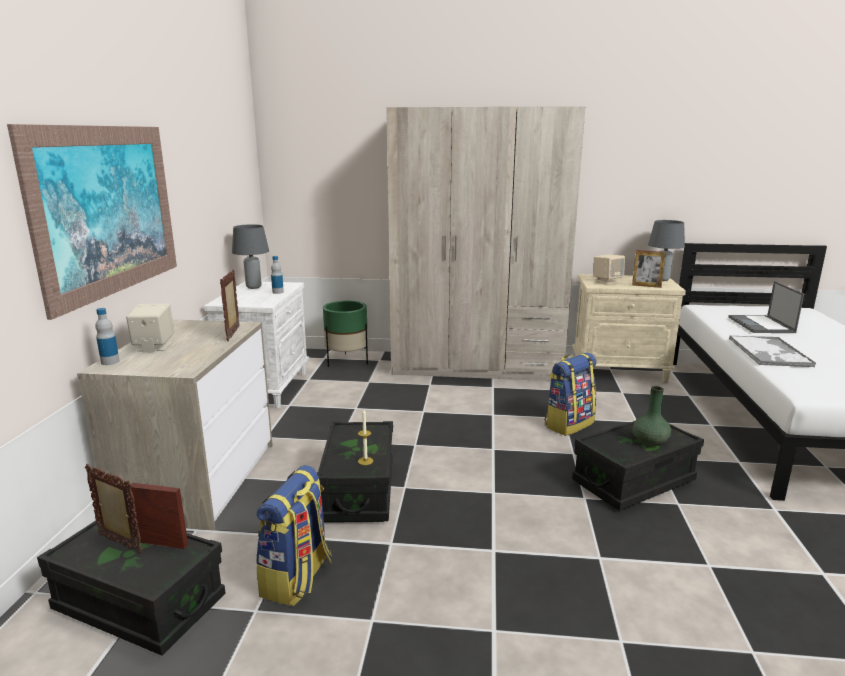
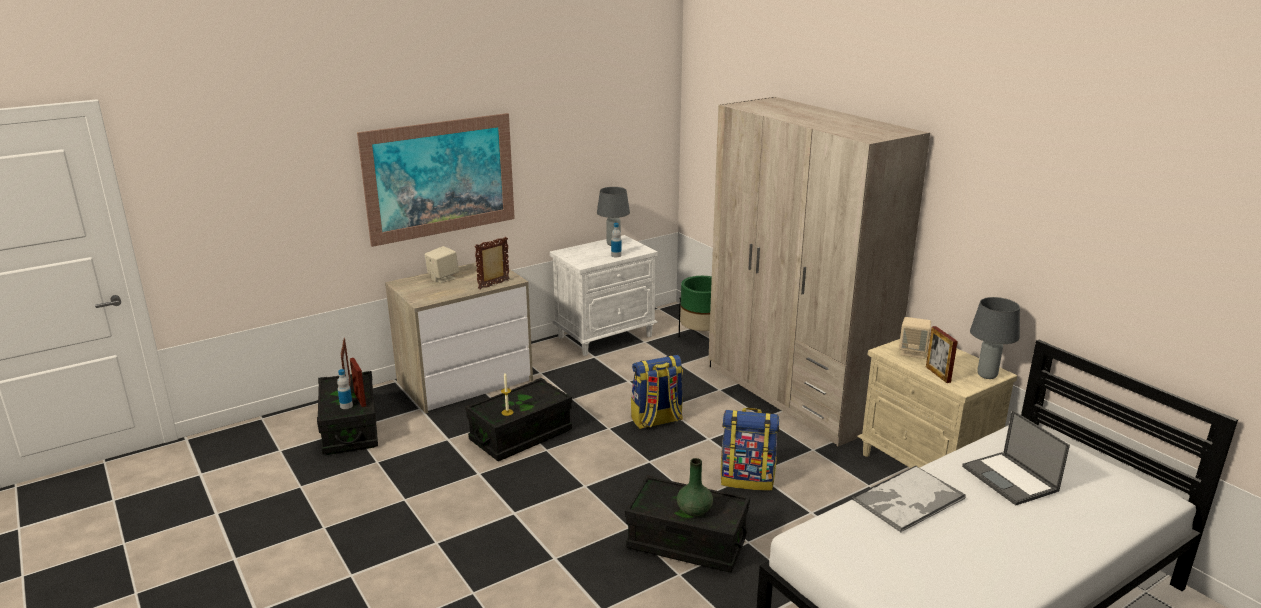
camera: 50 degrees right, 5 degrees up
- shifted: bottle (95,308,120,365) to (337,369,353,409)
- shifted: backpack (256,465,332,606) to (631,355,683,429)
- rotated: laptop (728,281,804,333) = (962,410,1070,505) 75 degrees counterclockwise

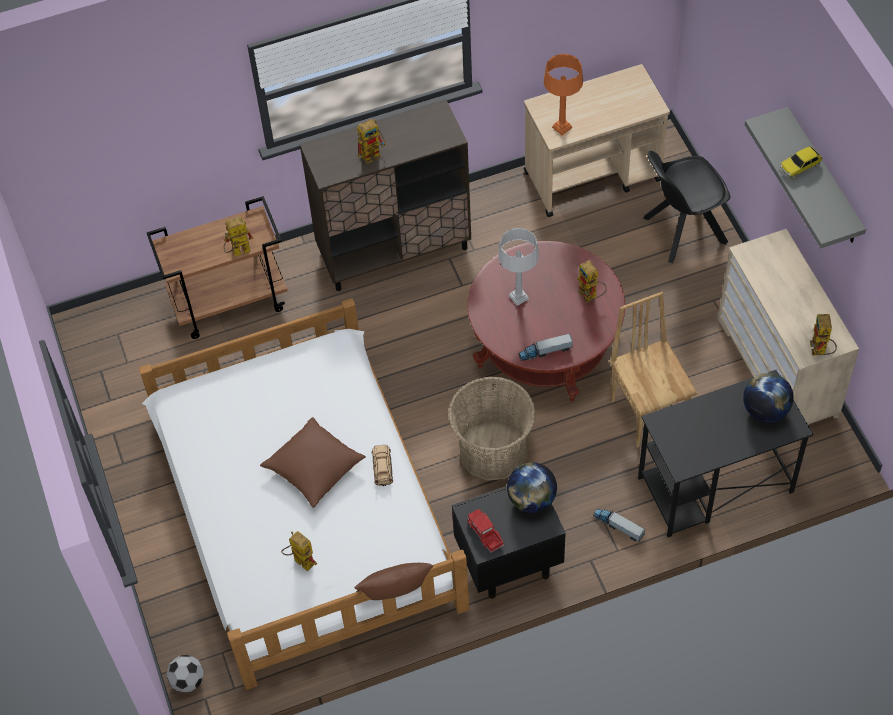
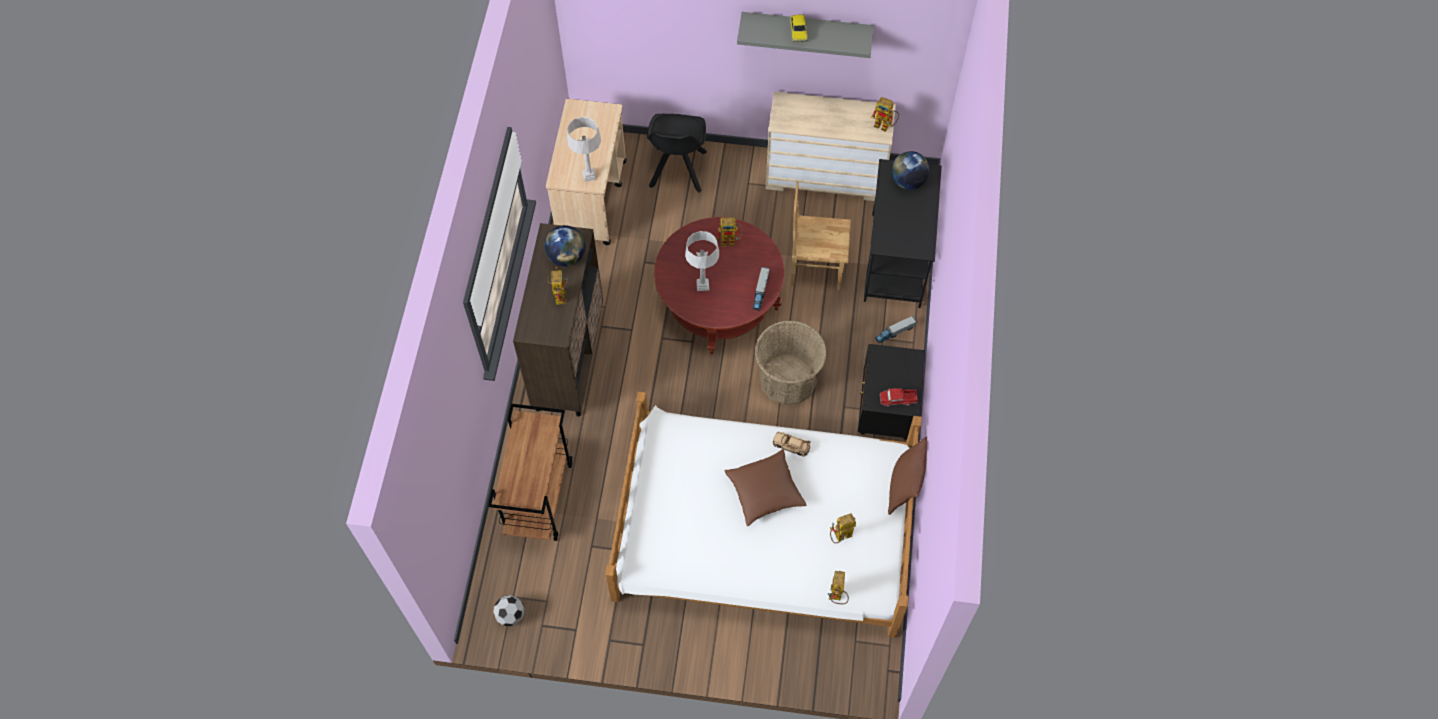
camera: 65 degrees left, 5 degrees up
- shifted: football (166,655,204,692) to (493,595,524,627)
- shifted: globe (507,462,557,513) to (544,225,585,267)
- repainted: orange table lamp (544,54,583,135) to grey table lamp (567,117,601,182)
- shifted: toy robot (224,216,253,256) to (828,571,849,604)

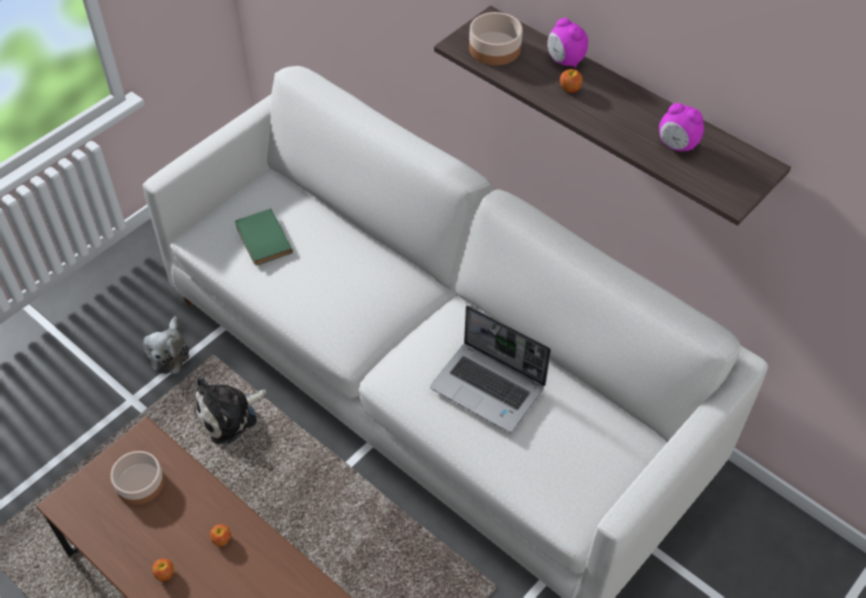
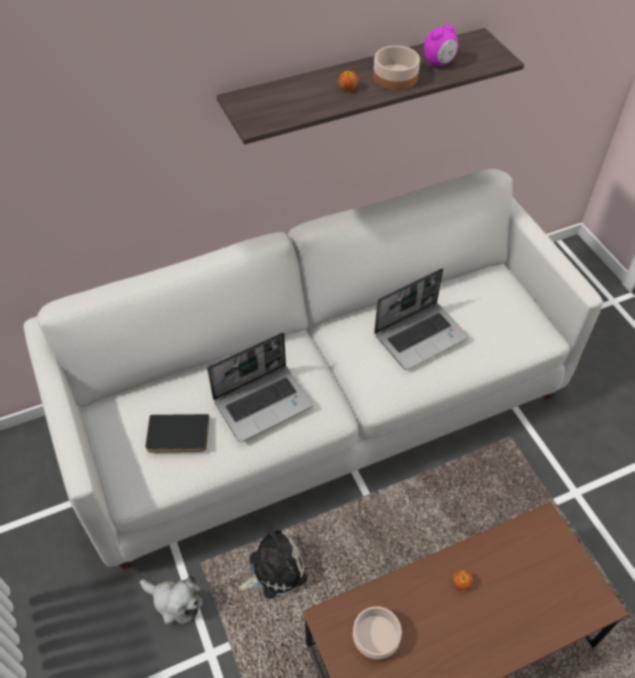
camera: 65 degrees left, 0 degrees up
- repainted: green book (235,209,293,265) to black book (146,414,209,452)
- new: laptop (207,332,313,442)
- rotated: plush toy (194,377,266,444) = (238,527,307,599) 105 degrees counterclockwise
- shifted: bowl (469,12,523,65) to (373,46,420,90)
- gone: apple (152,558,174,581)
- gone: alarm clock (547,18,588,68)

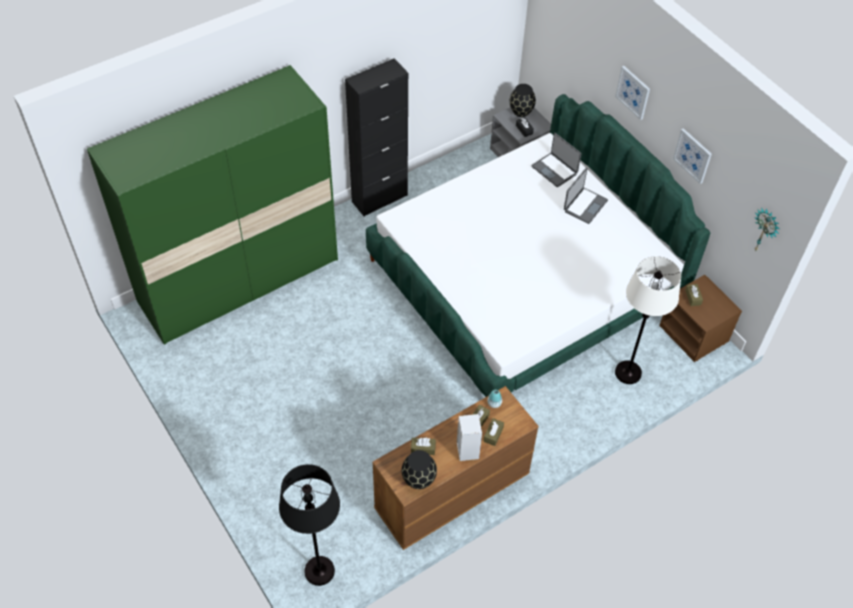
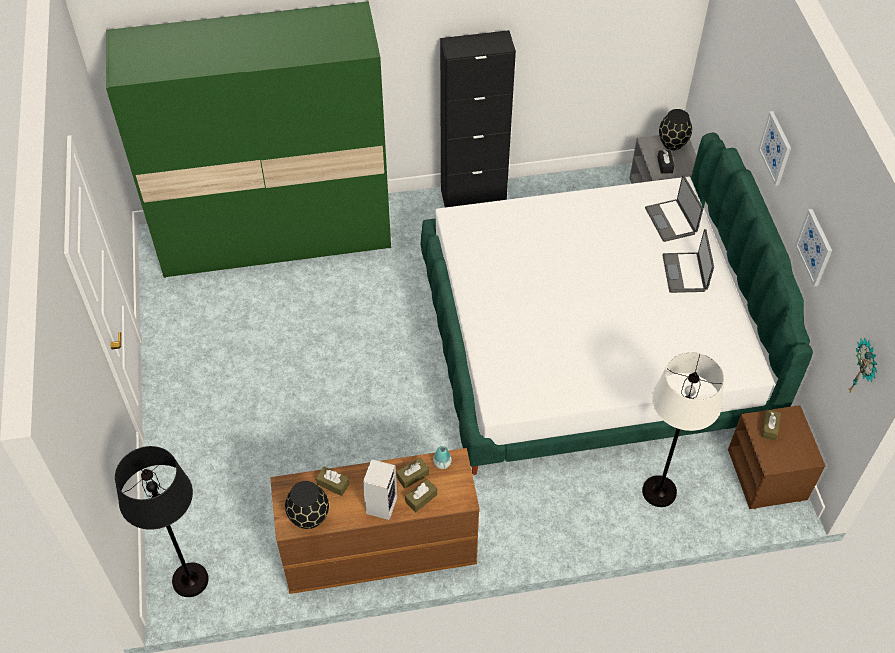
camera: 25 degrees right, 0 degrees up
- rotated: laptop (564,168,608,224) = (662,229,714,293) 120 degrees clockwise

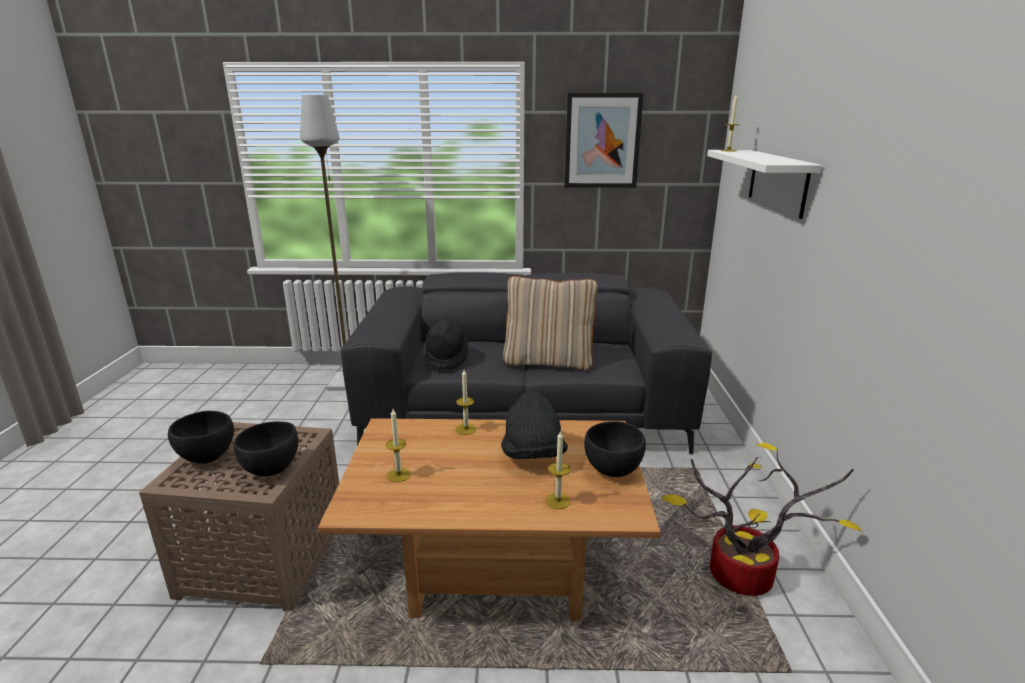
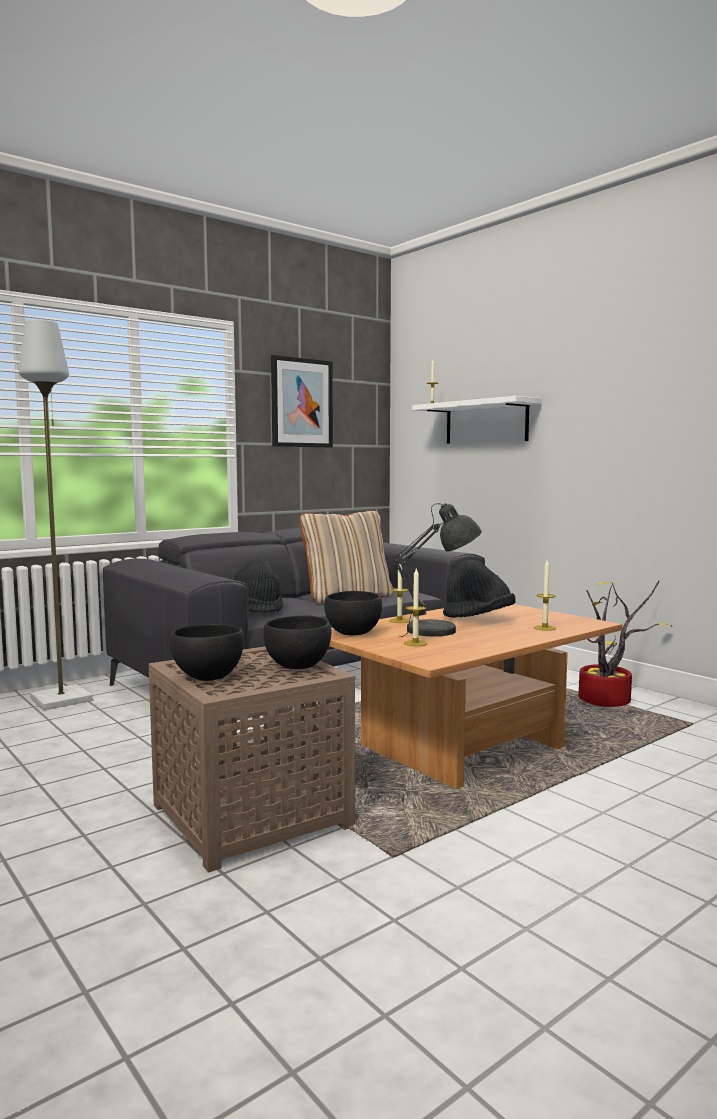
camera: 40 degrees left, 15 degrees down
- shifted: black bowl (584,421,646,477) to (324,591,382,635)
- new: grey table lamp (394,503,482,637)

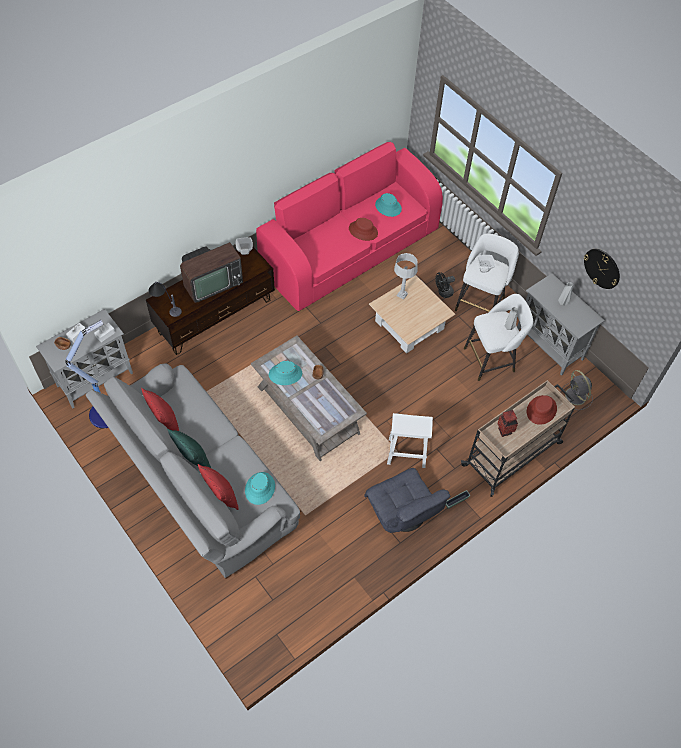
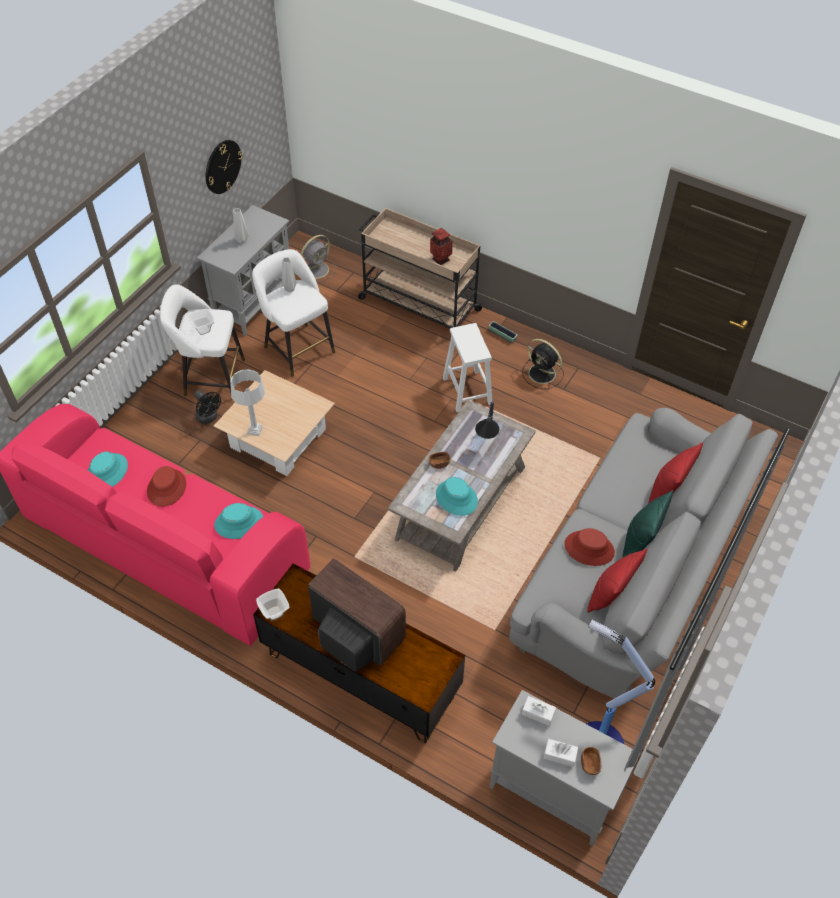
camera: 110 degrees left, 5 degrees down
- shifted: turquoise hat (245,472,275,505) to (214,503,263,539)
- shifted: table lamp (148,282,182,317) to (475,401,499,439)
- swapped: grey armchair (364,468,450,533) to black fan (522,339,564,389)
- shifted: red hat (527,395,557,425) to (564,528,615,566)

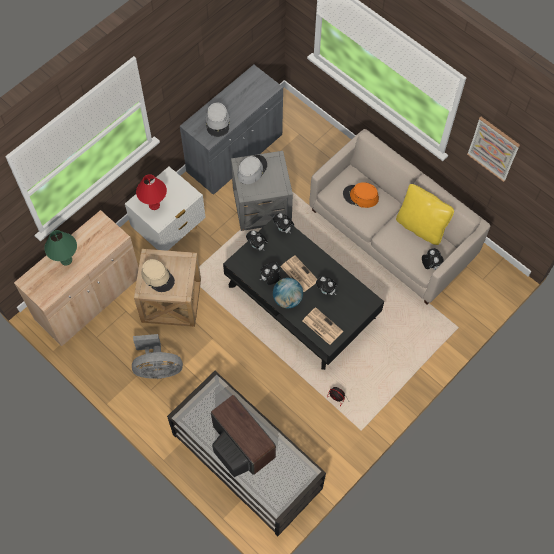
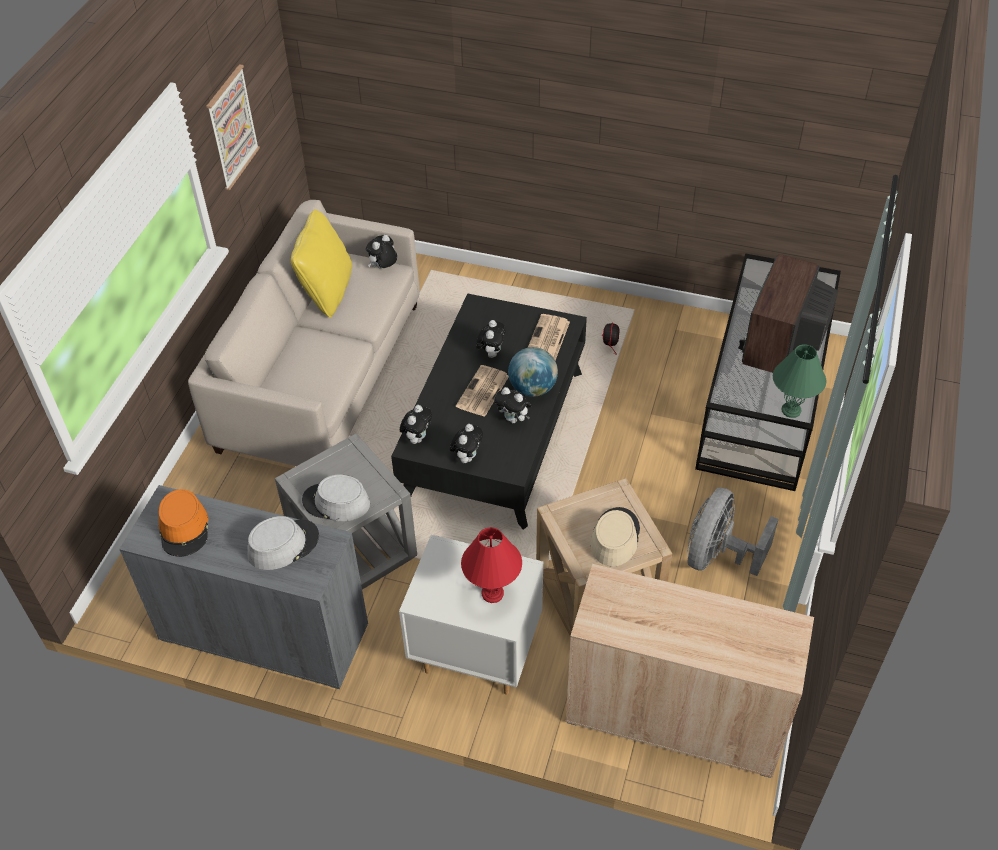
camera: 115 degrees left, 15 degrees down
- shifted: orange hat (343,182,379,208) to (158,489,209,557)
- rotated: grey fan (132,334,183,379) = (687,487,778,576) 120 degrees counterclockwise
- shifted: green table lamp (45,230,77,265) to (773,344,827,418)

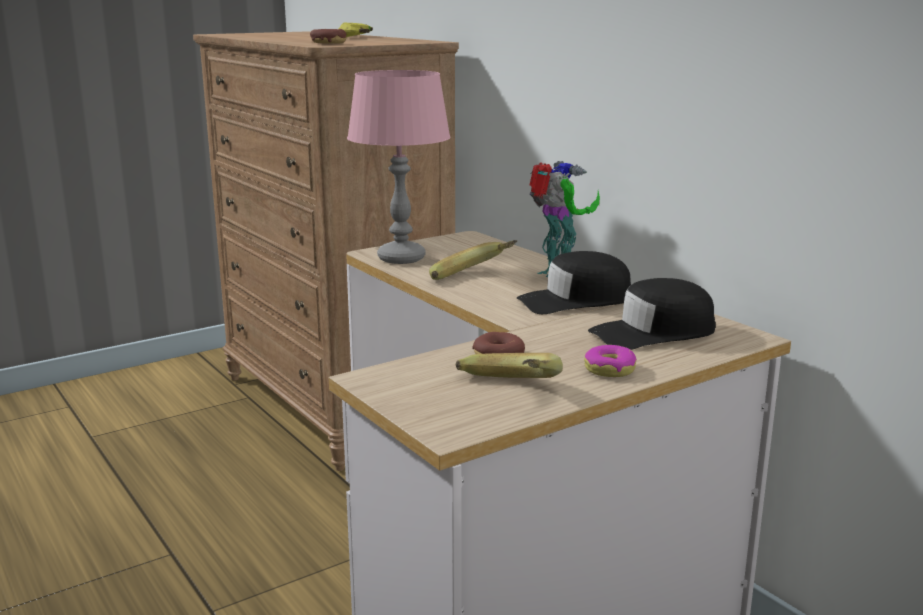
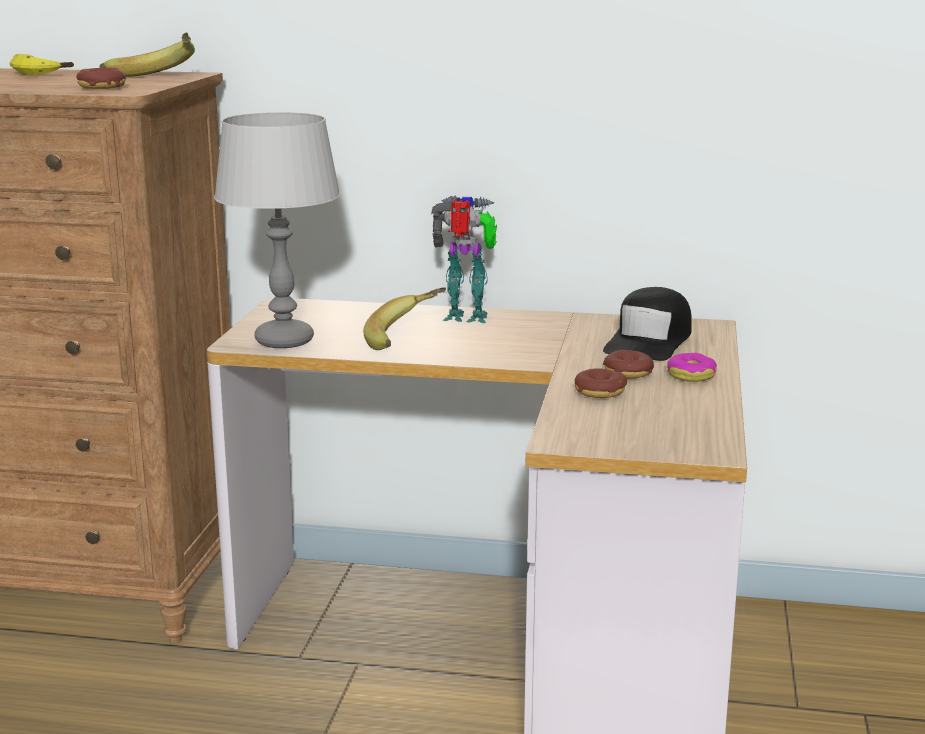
camera: 45 degrees left, 0 degrees up
- shifted: banana (456,353,563,378) to (99,33,195,77)
- repainted: pink table lamp (347,70,451,264) to grey table lamp (214,112,341,348)
- new: donut (603,350,654,379)
- gone: black cap (517,251,631,314)

